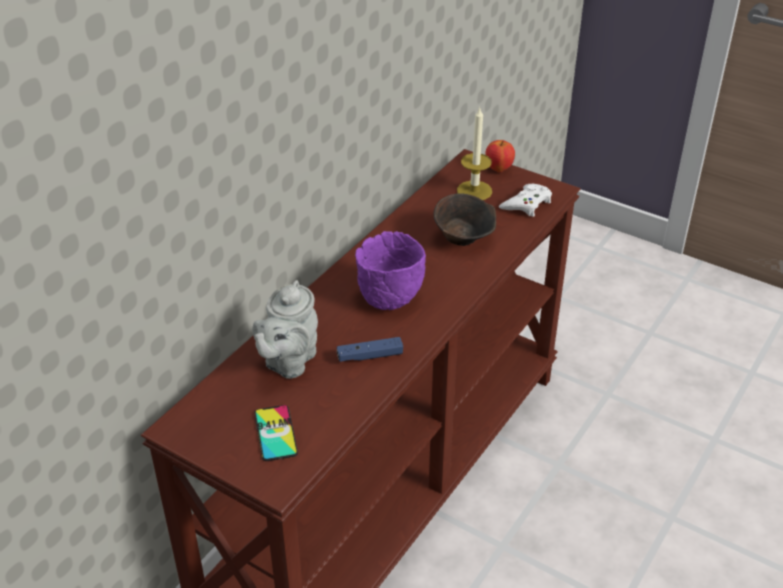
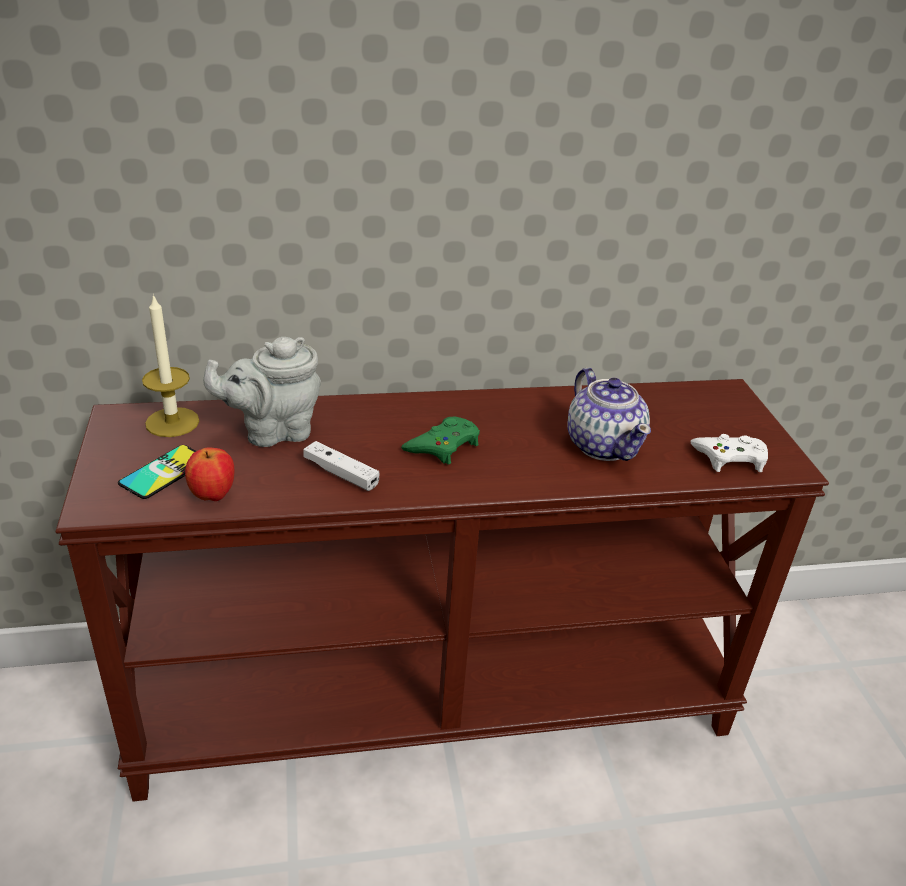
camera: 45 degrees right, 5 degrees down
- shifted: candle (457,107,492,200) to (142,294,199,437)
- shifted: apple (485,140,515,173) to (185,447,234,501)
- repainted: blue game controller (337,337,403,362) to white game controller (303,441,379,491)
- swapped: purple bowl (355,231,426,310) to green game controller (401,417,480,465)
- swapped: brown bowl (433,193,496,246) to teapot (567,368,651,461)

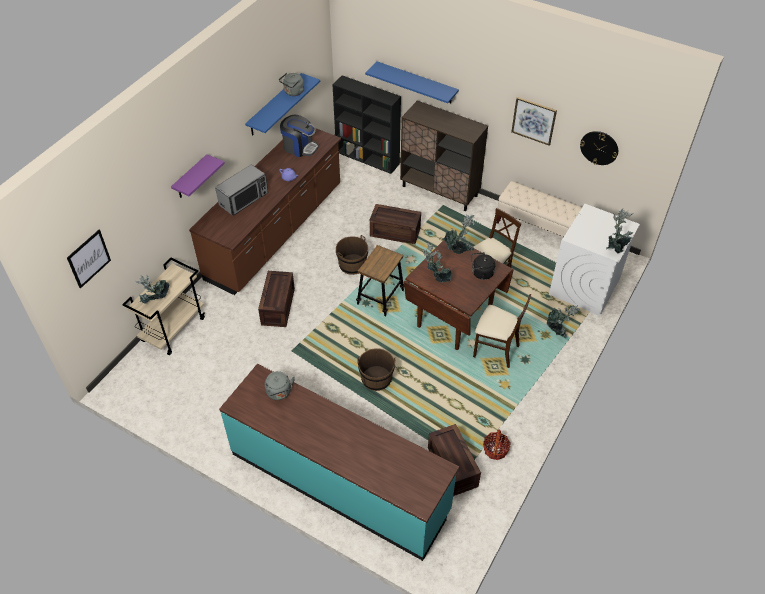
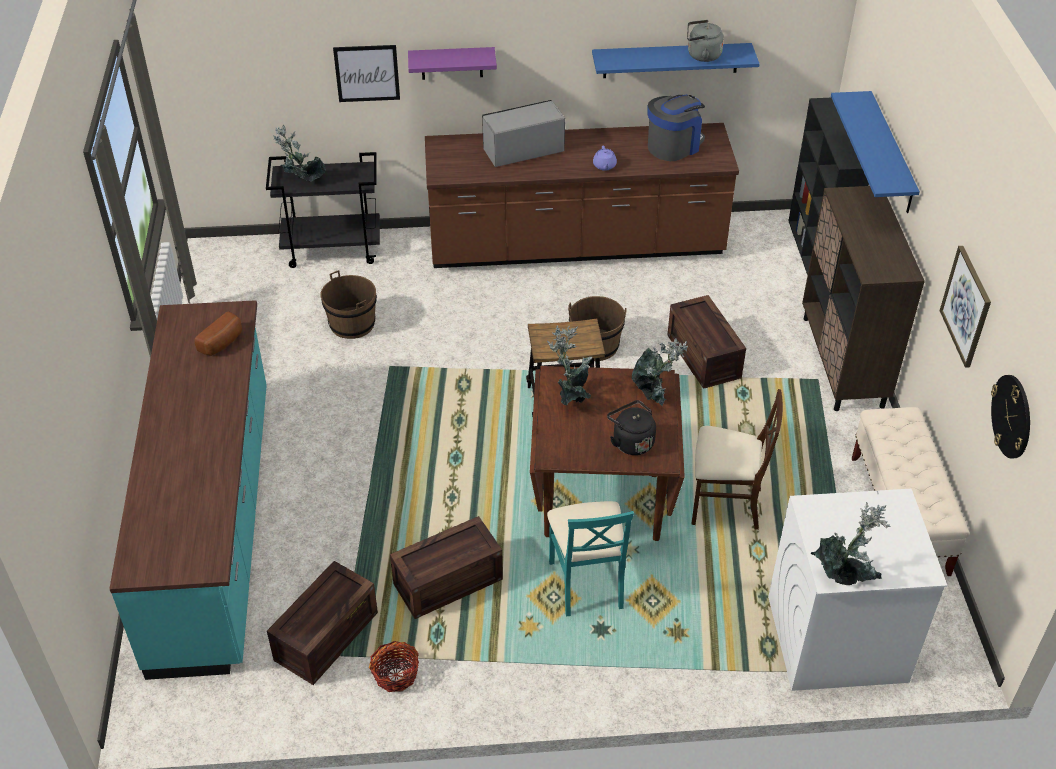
camera: 55 degrees right, 5 degrees down
- swapped: grey kettle (265,371,295,400) to bread (195,312,242,356)
- repainted: beige cart (122,257,205,355) to black cart (266,152,380,268)
- shifted: brown bucket (357,348,395,391) to (321,270,377,339)
- shifted: picture (67,230,111,289) to (333,45,400,102)
- shifted: crate (258,271,295,327) to (390,516,503,619)
- rotated: microwave (215,164,268,216) = (482,100,565,167) 150 degrees clockwise
- repainted: beige chair (473,294,531,368) to turquoise chair (547,501,634,617)
- rotated: coffee machine (280,115,319,157) = (647,95,705,161) 120 degrees counterclockwise
- gone: potted plant (547,305,580,339)

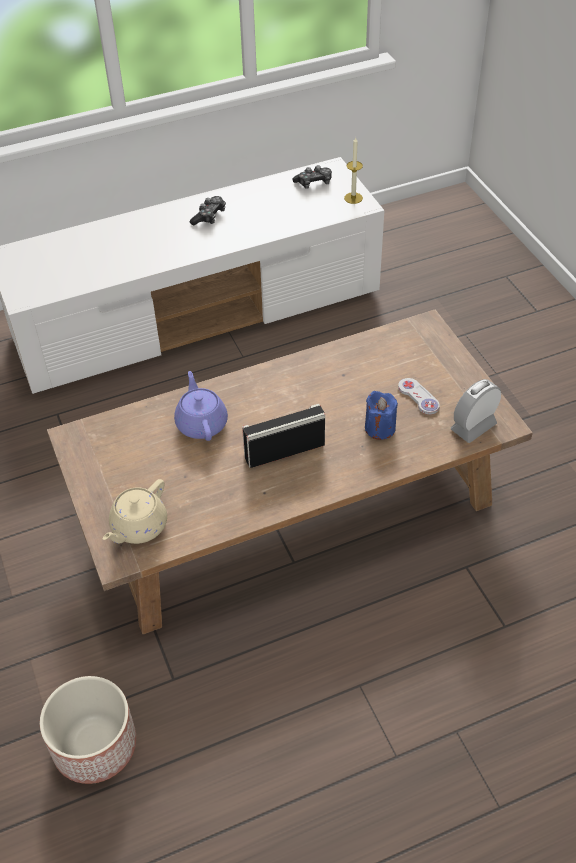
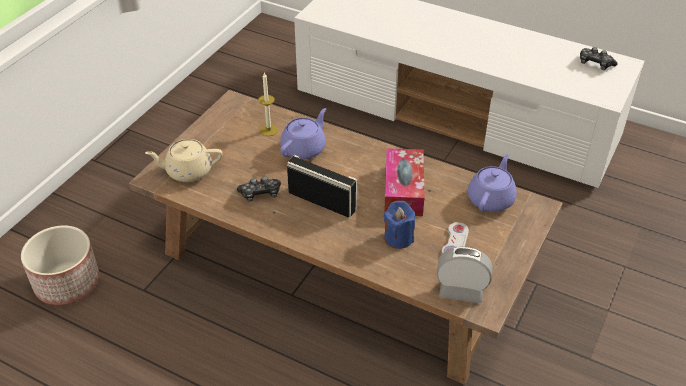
camera: 50 degrees right, 5 degrees down
- shifted: game controller (190,196,226,225) to (237,176,281,202)
- shifted: candle (344,137,363,204) to (258,73,278,136)
- new: tissue box (384,148,425,216)
- new: purple teapot (468,153,517,212)

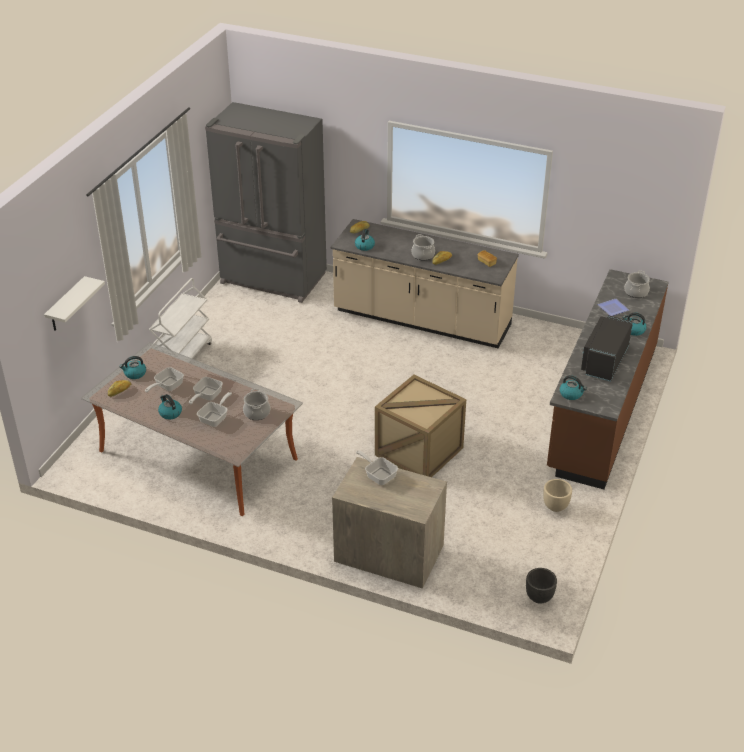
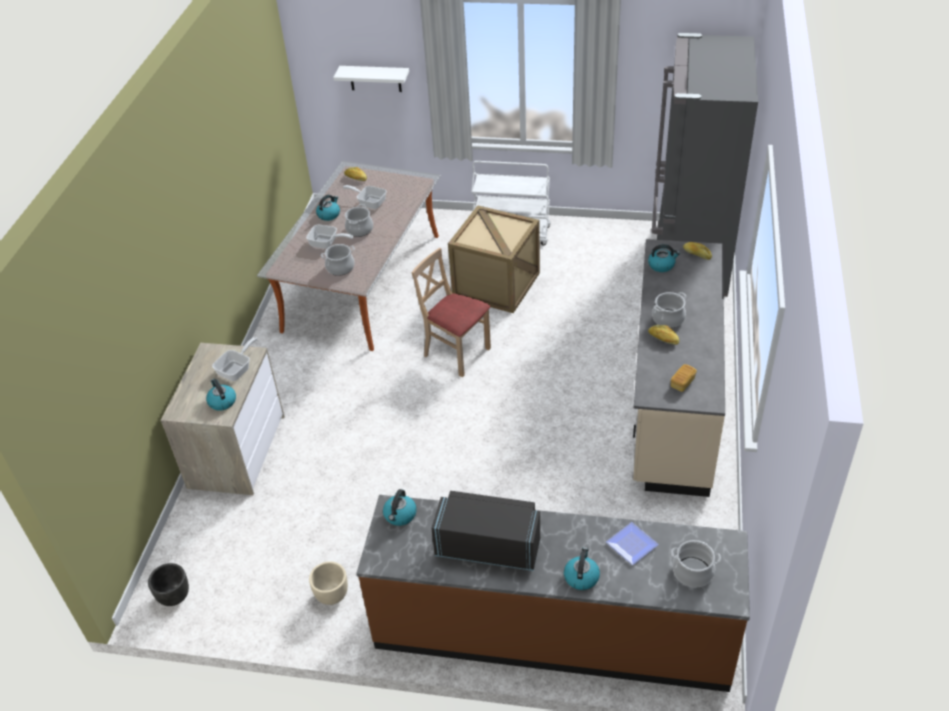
camera: 80 degrees right, 5 degrees up
- shifted: kettle (119,356,146,379) to (206,379,236,411)
- swapped: frying pan (189,377,223,404) to cooking pot (345,204,373,237)
- new: beige chair (411,248,491,377)
- shifted: crate (375,375,466,477) to (448,205,540,313)

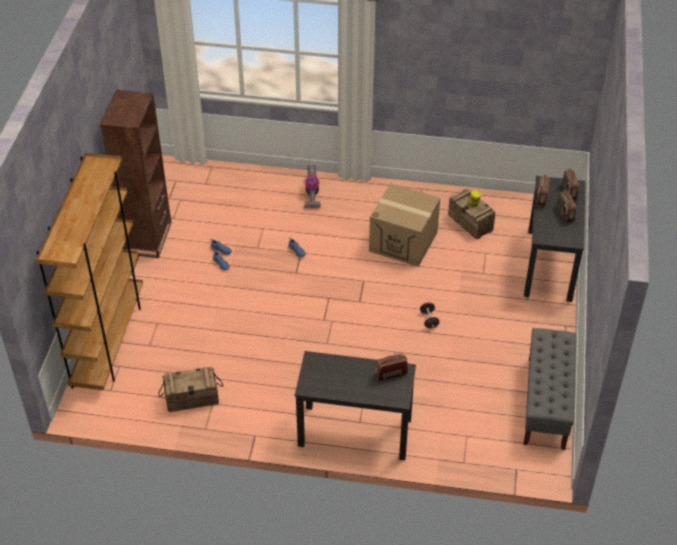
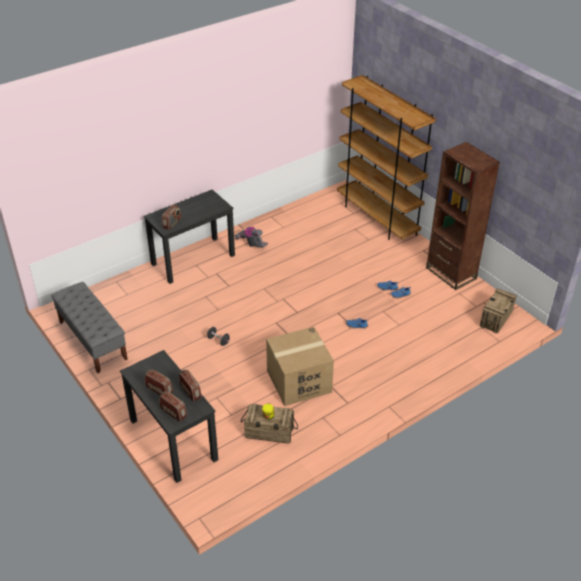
camera: 135 degrees right, 5 degrees down
- shifted: vacuum cleaner (305,164,320,208) to (235,227,268,248)
- shifted: crate (159,367,223,412) to (480,288,517,334)

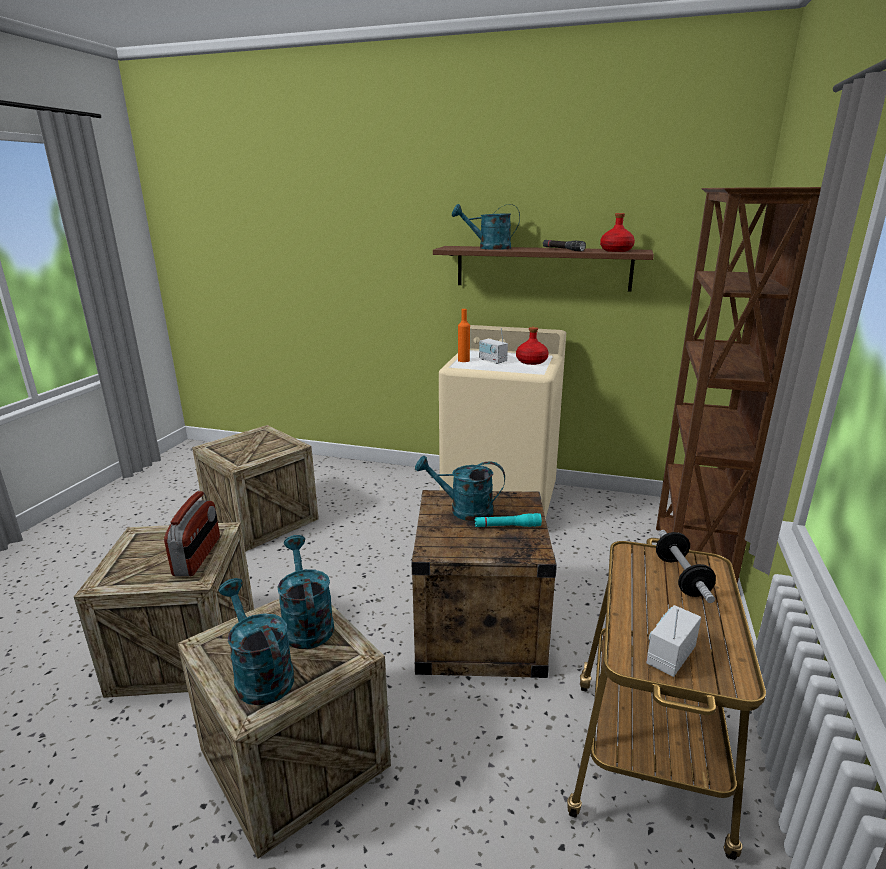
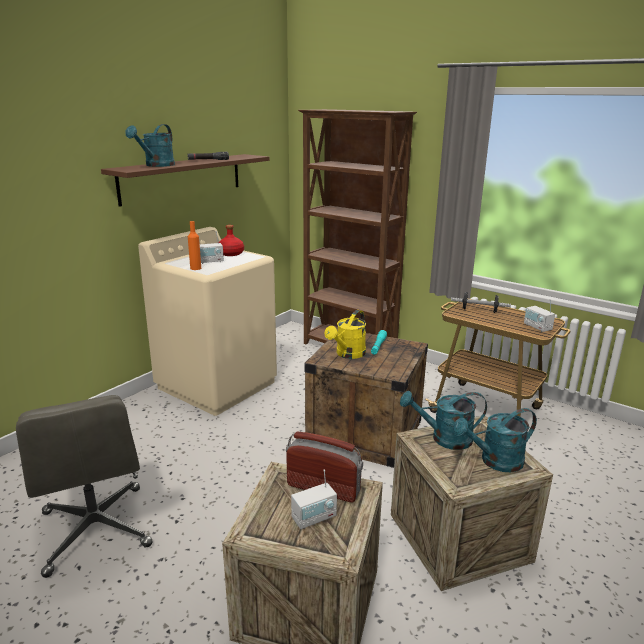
camera: 70 degrees left, 0 degrees up
- swapped: crate (192,425,319,552) to grey office chair (16,395,152,578)
- new: radio (291,470,337,529)
- repainted: turquoise watering can (415,456,505,521) to yellow watering can (325,310,366,359)
- gone: red bottle (600,213,635,252)

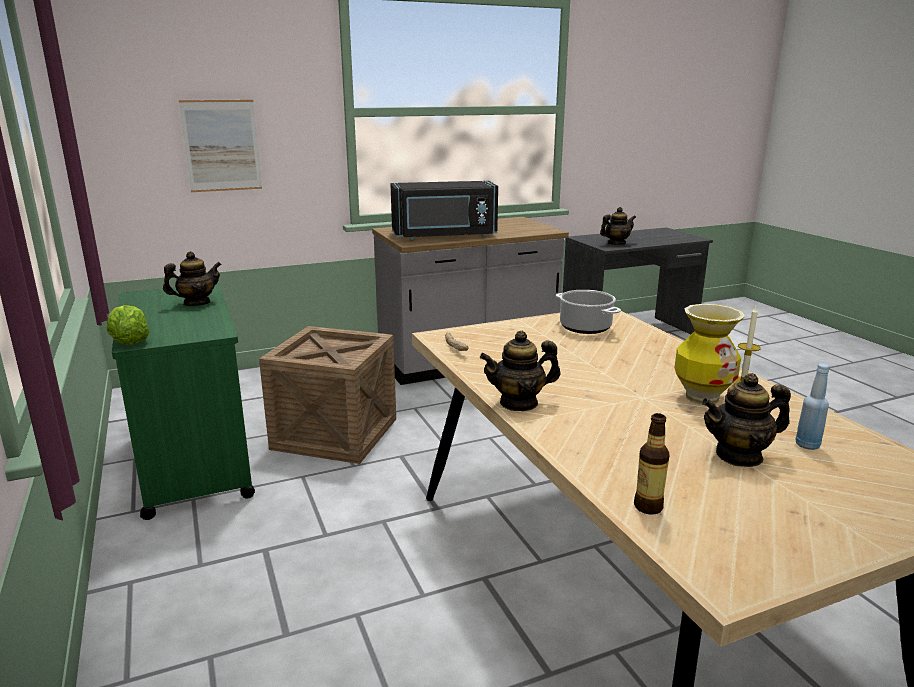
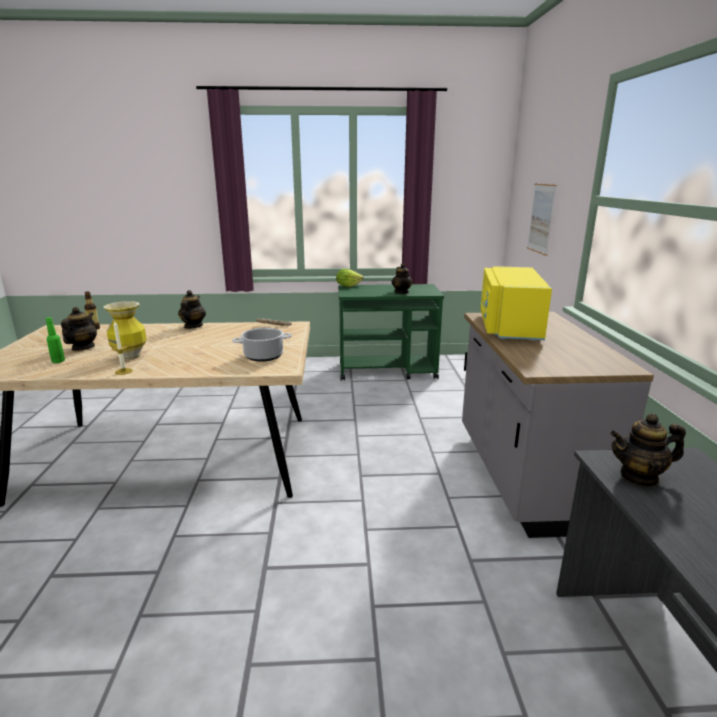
camera: 110 degrees right, 0 degrees up
- repainted: blue bottle (796,363,830,450) to green bottle (46,317,65,363)
- repainted: black microwave (391,181,498,240) to yellow microwave (481,266,552,341)
- rotated: teapot (600,207,636,245) = (610,414,686,487) 90 degrees clockwise
- gone: crate (259,326,396,464)

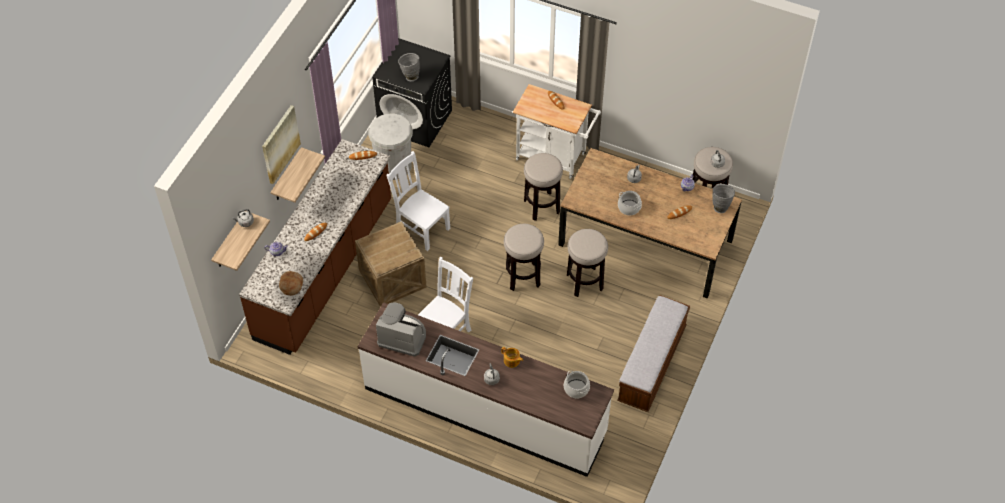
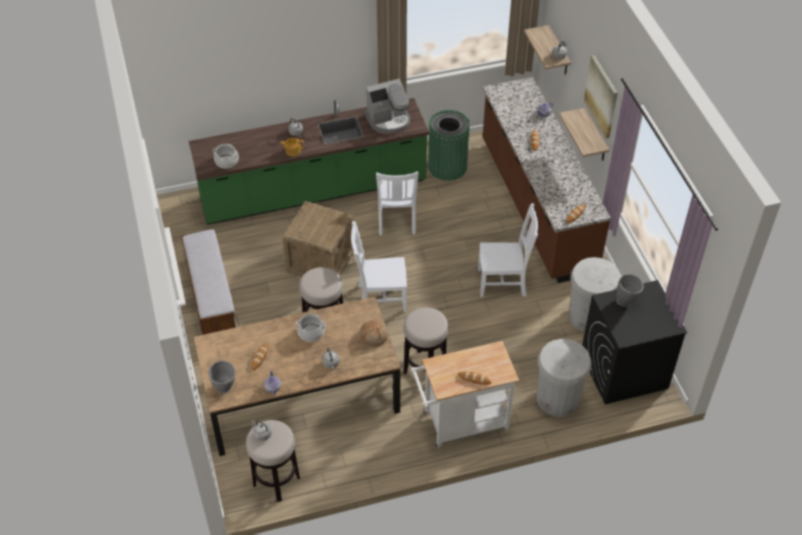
camera: 140 degrees right, 5 degrees down
- repainted: white counter (358,302,614,477) to green counter (189,98,429,225)
- shifted: crate (355,221,427,307) to (282,201,354,277)
- swapped: stool (504,224,544,291) to white chair (351,221,407,312)
- shifted: bread (279,271,303,296) to (360,320,388,347)
- new: green trash can (428,110,470,181)
- new: white trash can (537,339,592,417)

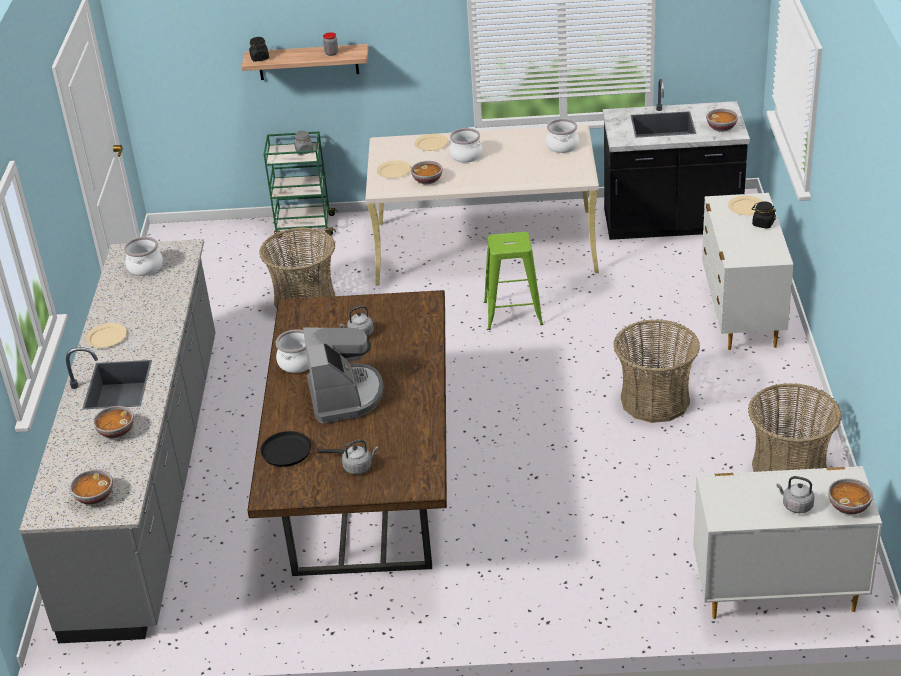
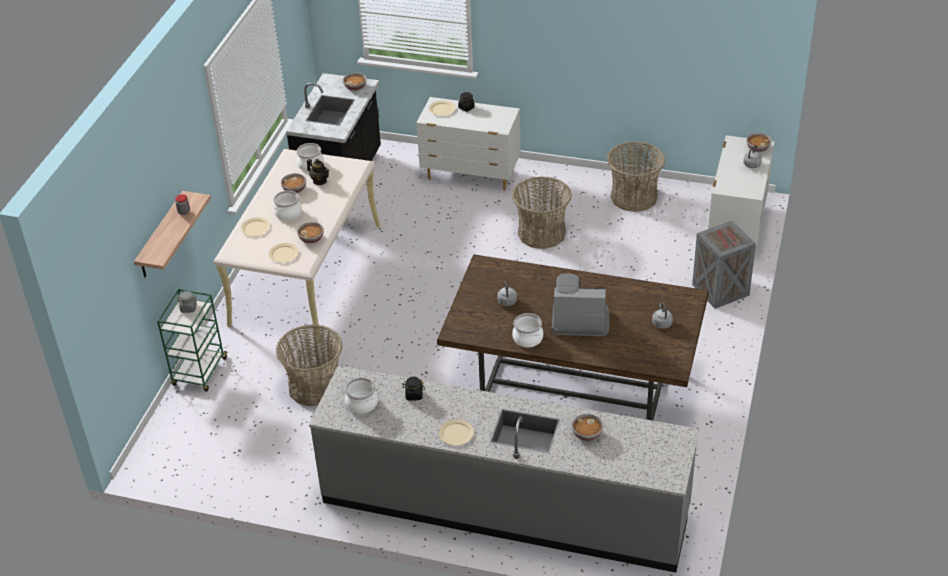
camera: 75 degrees left, 5 degrees up
- shifted: bowl (70,470,113,505) to (281,173,306,193)
- new: teapot (307,159,329,185)
- shifted: black jar (249,37,269,62) to (402,377,425,401)
- new: crate (692,221,756,309)
- gone: black frying pan (260,431,345,467)
- gone: green stool (484,232,543,330)

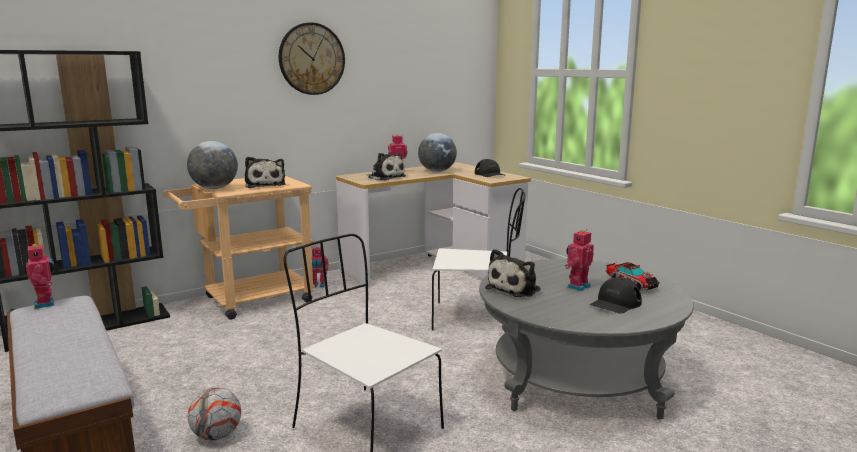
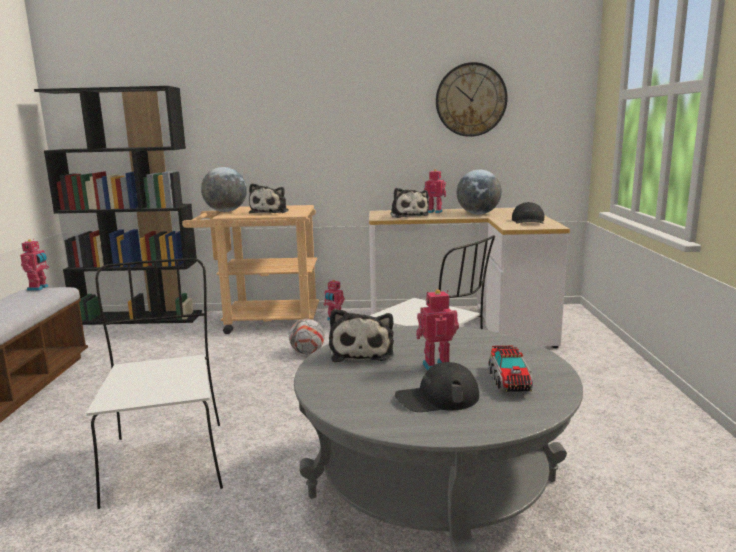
camera: 35 degrees right, 0 degrees up
- shifted: football (188,388,241,440) to (289,319,325,354)
- rotated: plush toy (485,249,541,297) = (329,309,394,362) 75 degrees counterclockwise
- shifted: wall clock (279,22,345,95) to (436,62,508,137)

